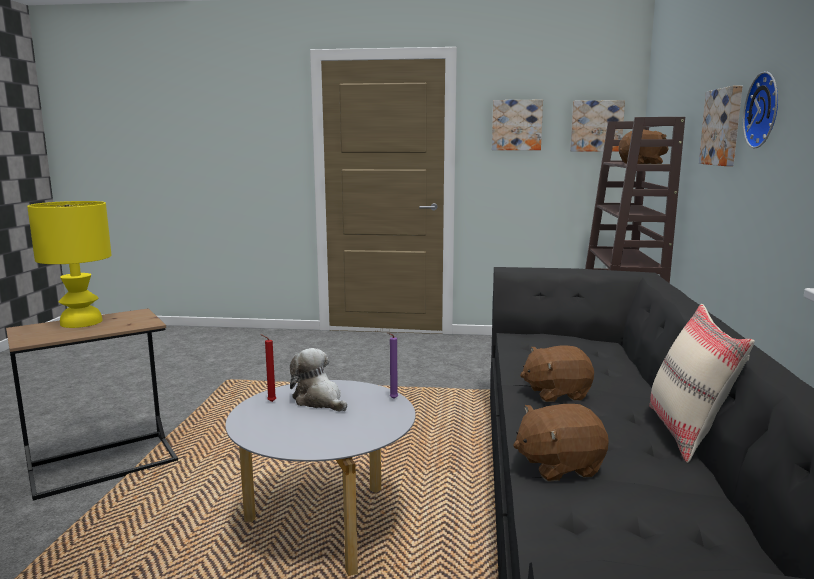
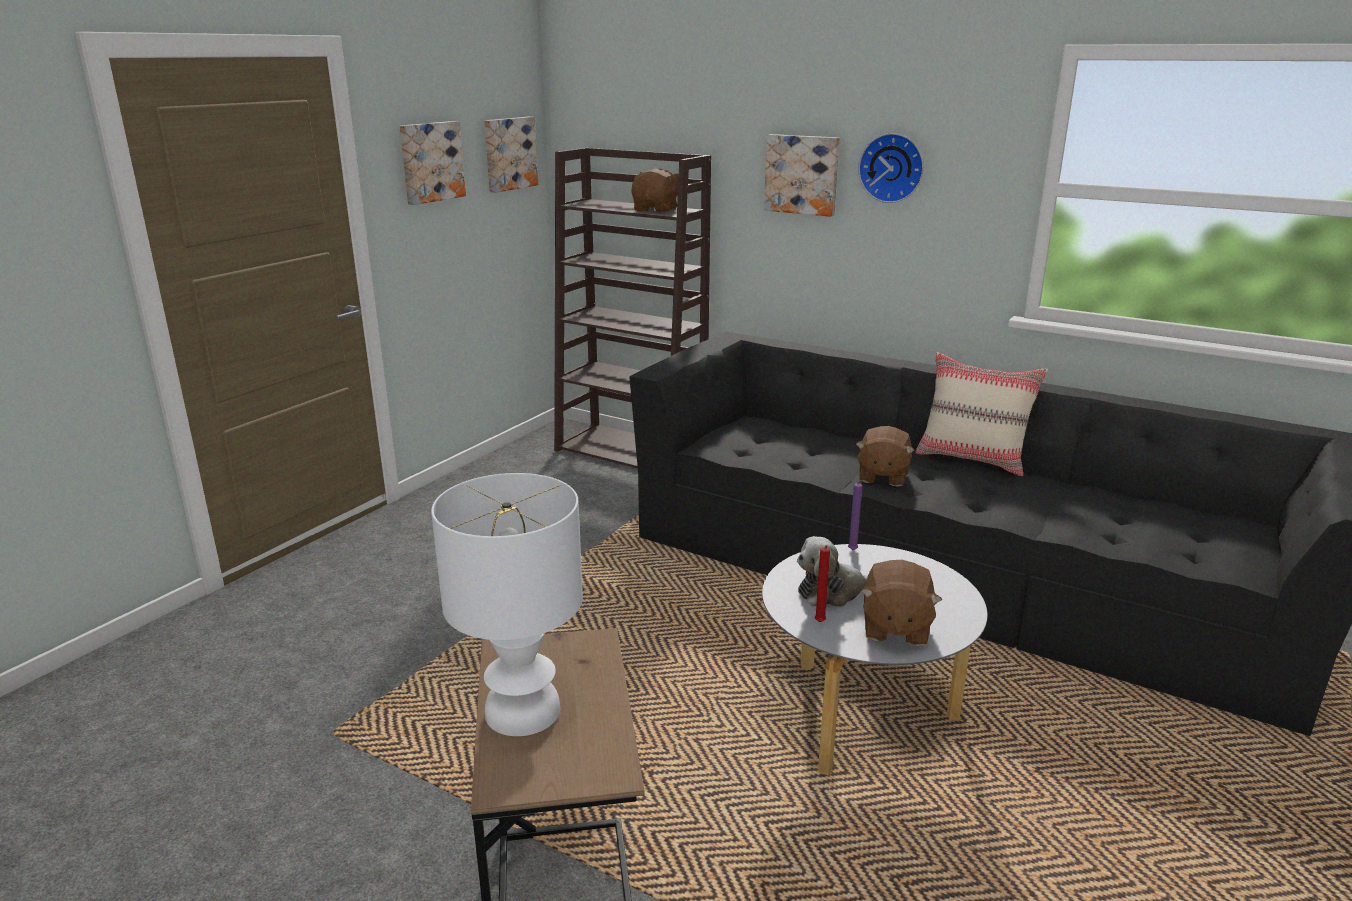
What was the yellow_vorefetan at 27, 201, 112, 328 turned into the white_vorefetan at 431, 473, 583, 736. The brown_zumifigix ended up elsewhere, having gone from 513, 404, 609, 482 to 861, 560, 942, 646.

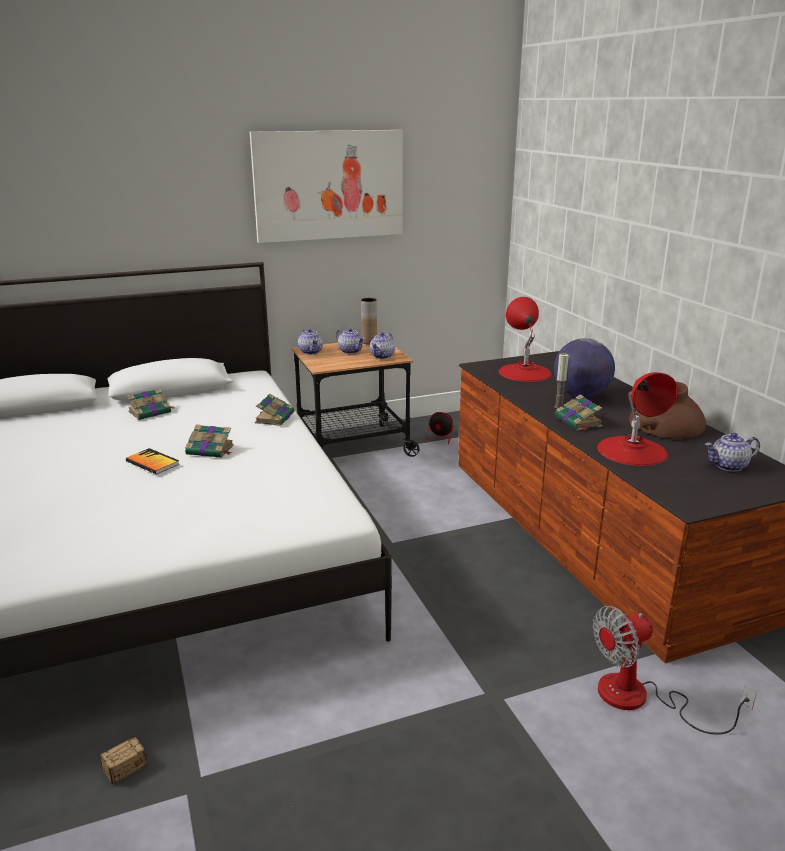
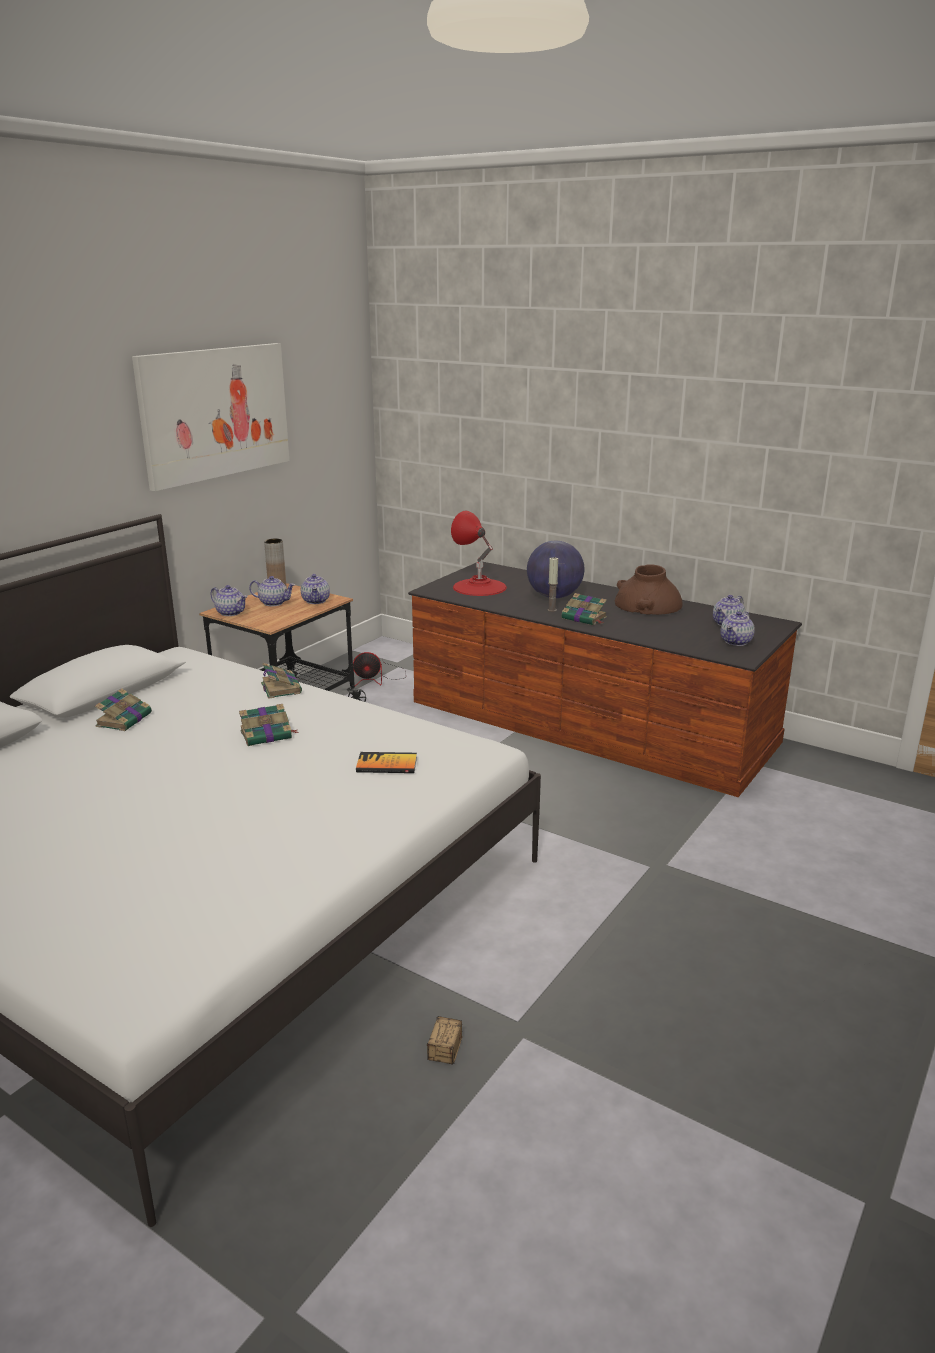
The second view lost the red_vorefetan at 597, 372, 678, 466. The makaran ended up elsewhere, having gone from 126, 448, 179, 474 to 356, 752, 417, 773. The second view lost the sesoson at 593, 606, 756, 734. The second view gained the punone at 720, 611, 755, 646.

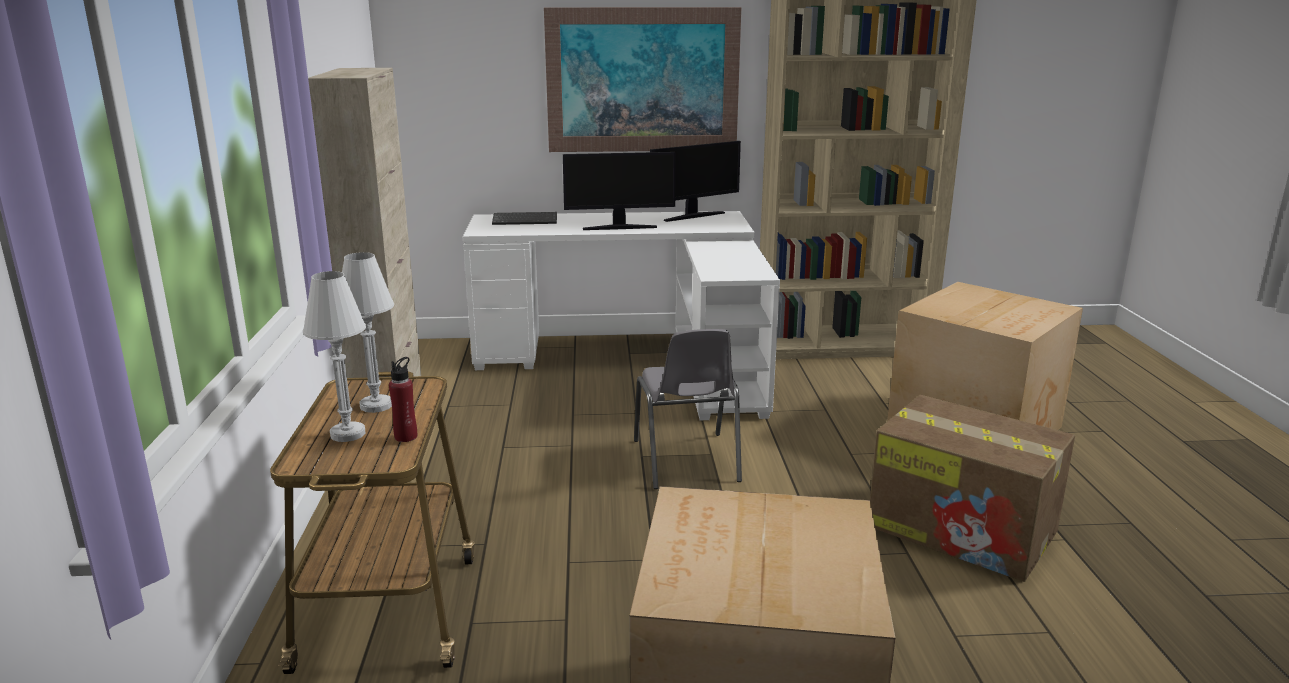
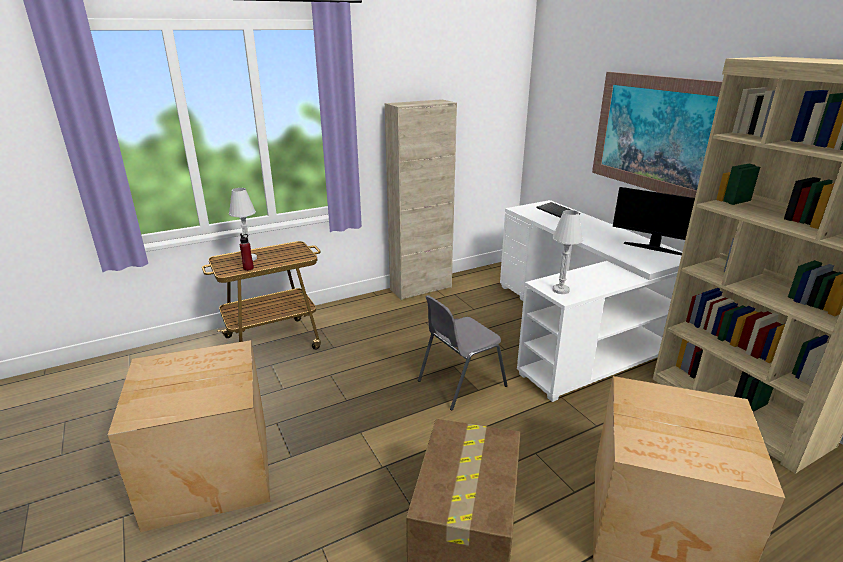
The second view lost the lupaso at 563, 152, 675, 230. The white_vorefetan ended up elsewhere, having gone from 342, 252, 394, 413 to 552, 210, 583, 294.

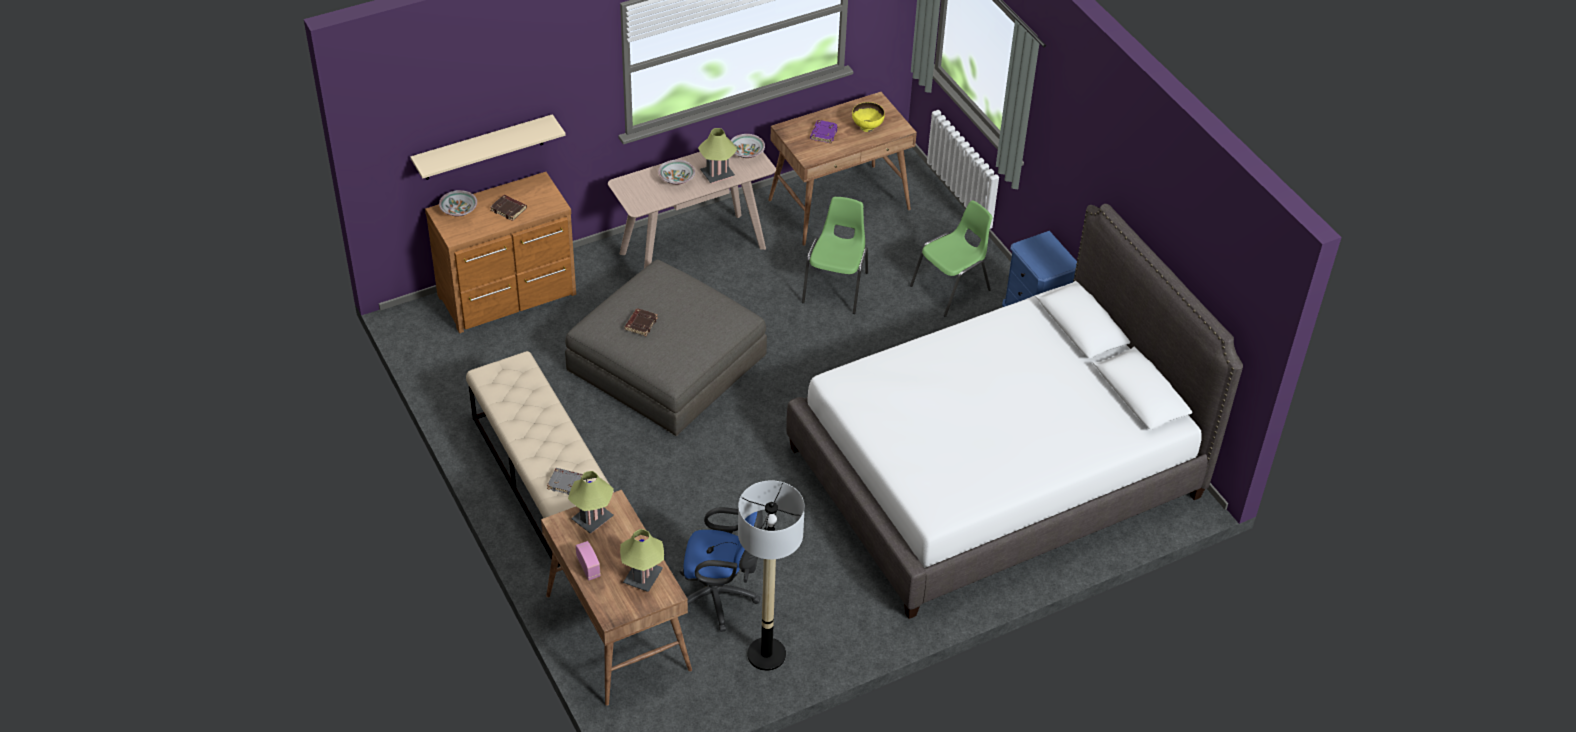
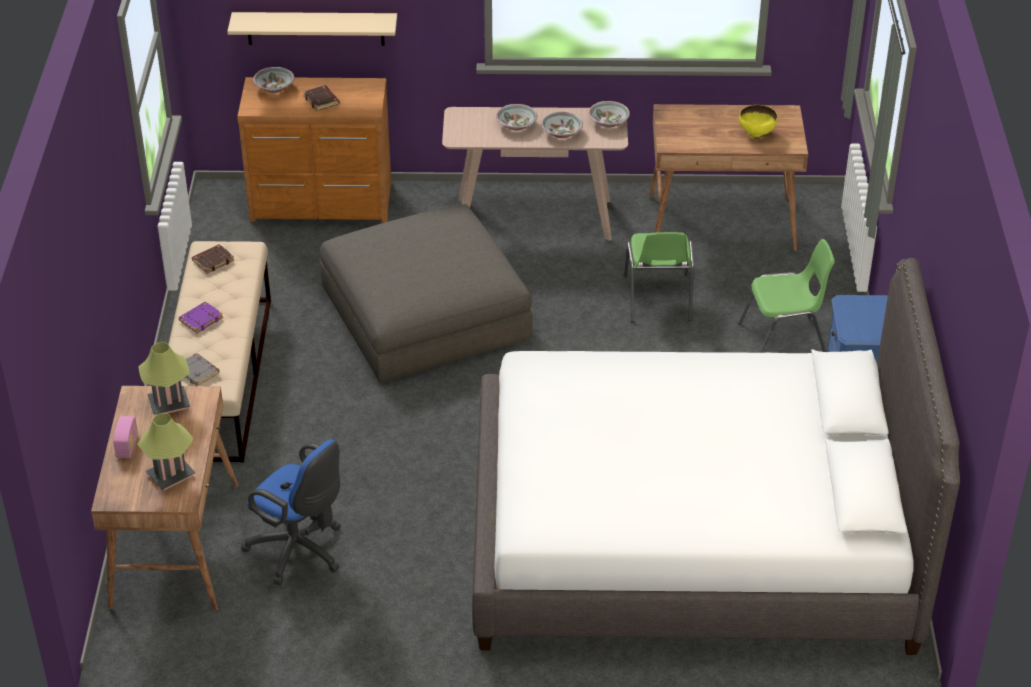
The purple_makaran ended up elsewhere, having gone from 810, 120, 838, 143 to 179, 302, 223, 333. Where the vorefetan stood at 698, 128, 737, 184, the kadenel came to stand at 541, 111, 583, 138. The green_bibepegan at 802, 197, 868, 314 ended up facing another way, 135 degrees clockwise from before. The brown_makaran ended up elsewhere, having gone from 624, 309, 658, 336 to 192, 244, 234, 274. The second view lost the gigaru at 738, 480, 805, 671.

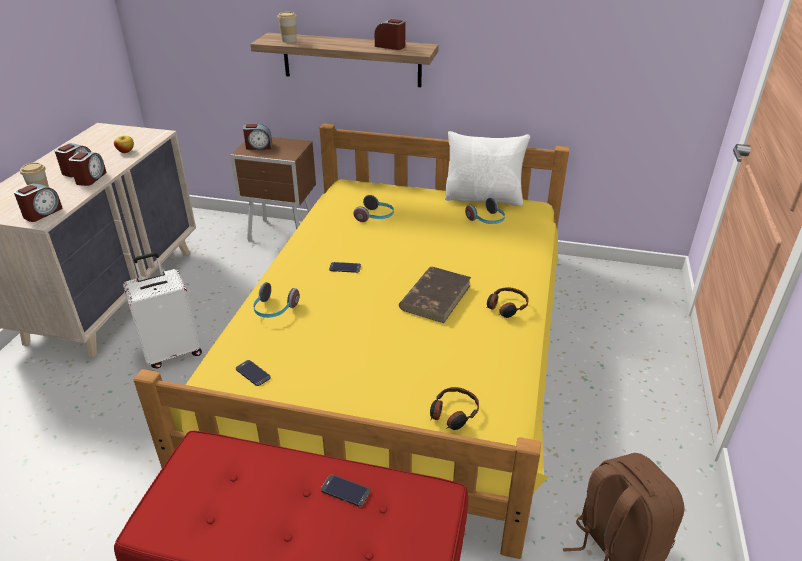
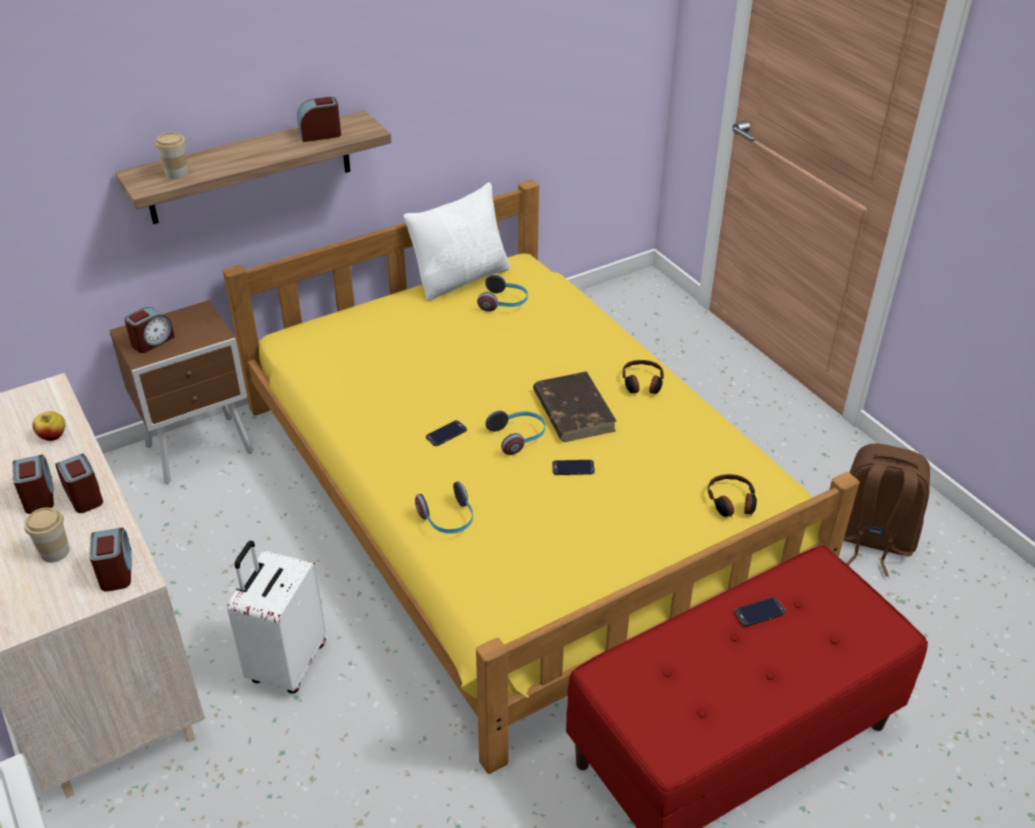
The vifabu ended up elsewhere, having gone from 353, 195, 394, 222 to 485, 411, 545, 455. The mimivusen ended up elsewhere, having gone from 236, 360, 271, 386 to 552, 460, 595, 475.

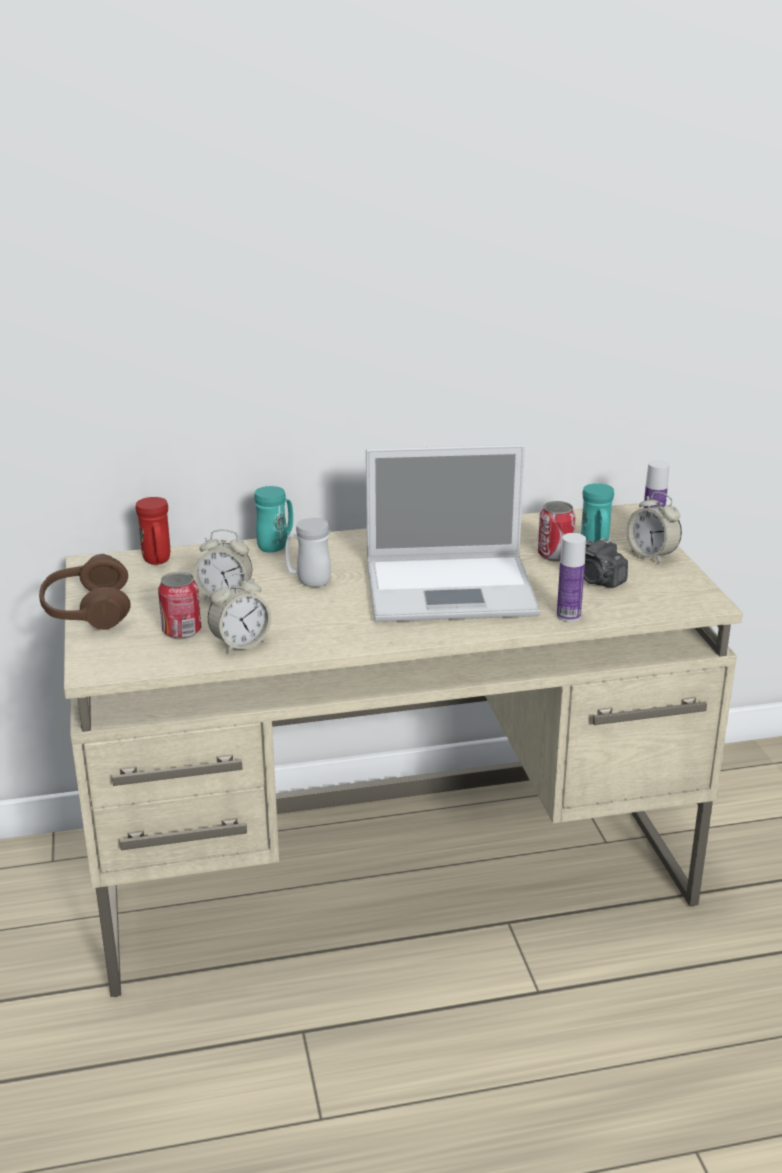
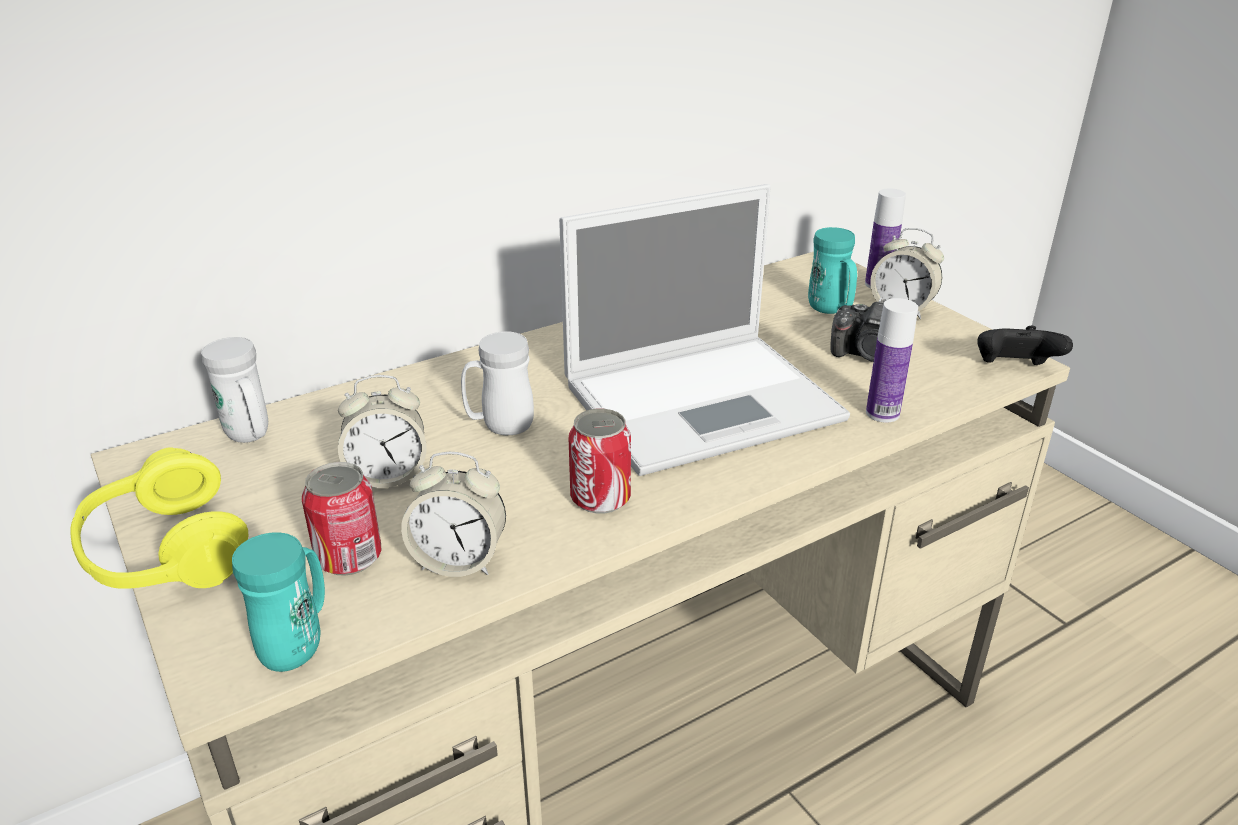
The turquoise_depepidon ended up elsewhere, having gone from 254, 486, 293, 553 to 232, 532, 325, 672. What was the red_depepidon at 136, 497, 170, 565 turned into the white_depepidon at 201, 337, 268, 443. The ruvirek ended up elsewhere, having gone from 538, 501, 576, 562 to 568, 409, 631, 514. What was the brown_vifabu at 39, 554, 131, 630 turned into the yellow_vifabu at 70, 447, 249, 589. The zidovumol at 208, 573, 271, 654 ended up facing another way, 60 degrees clockwise from before. The second view gained the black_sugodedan at 977, 326, 1073, 365.

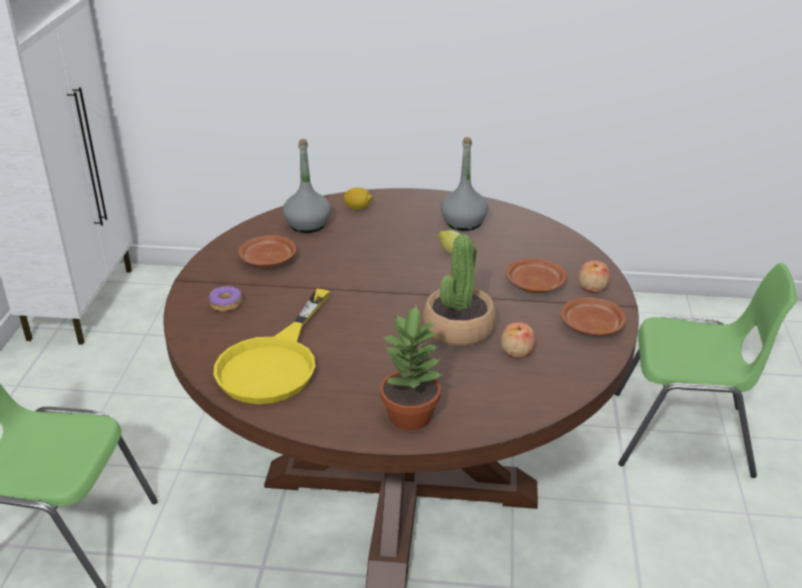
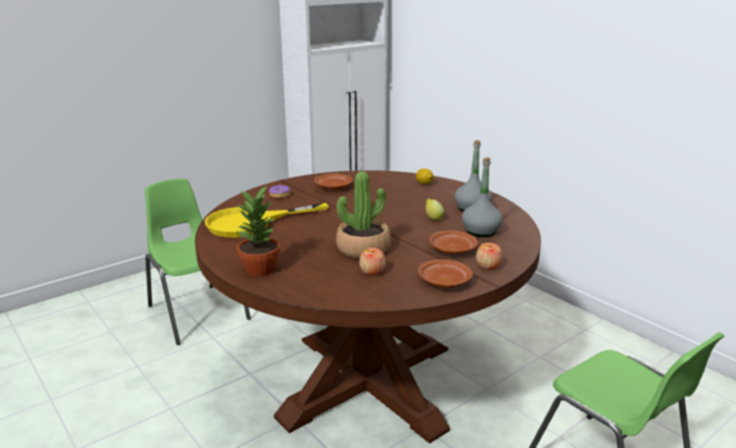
The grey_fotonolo ended up elsewhere, having gone from 283, 139, 331, 233 to 462, 157, 503, 237.

